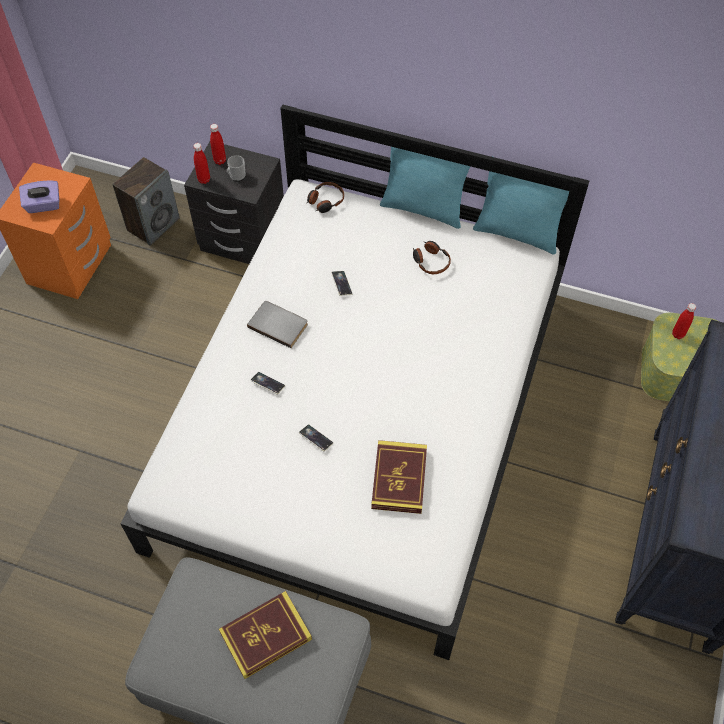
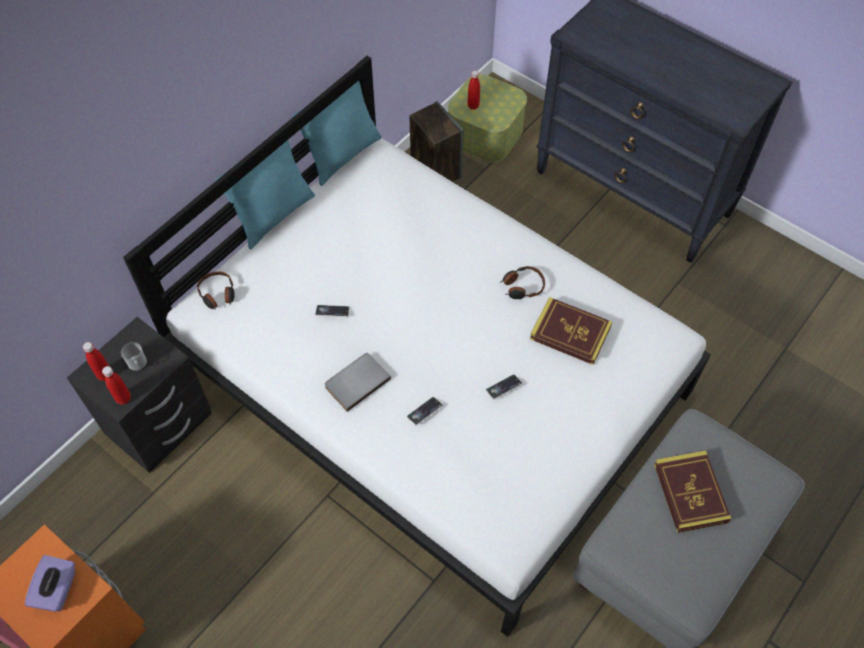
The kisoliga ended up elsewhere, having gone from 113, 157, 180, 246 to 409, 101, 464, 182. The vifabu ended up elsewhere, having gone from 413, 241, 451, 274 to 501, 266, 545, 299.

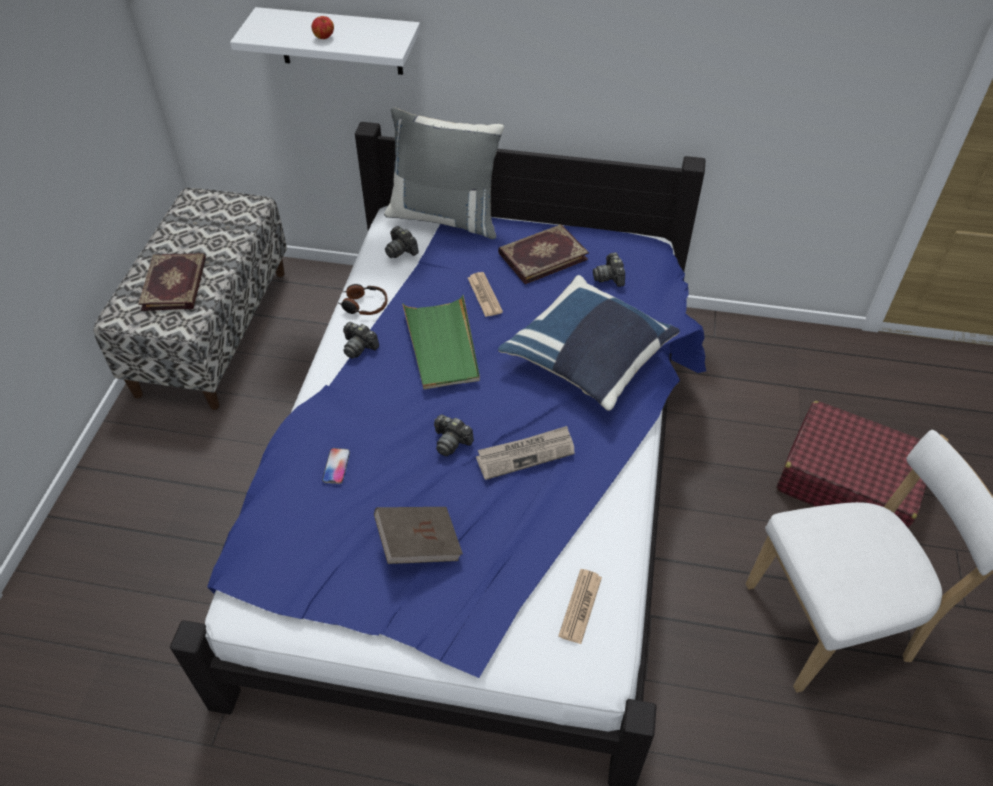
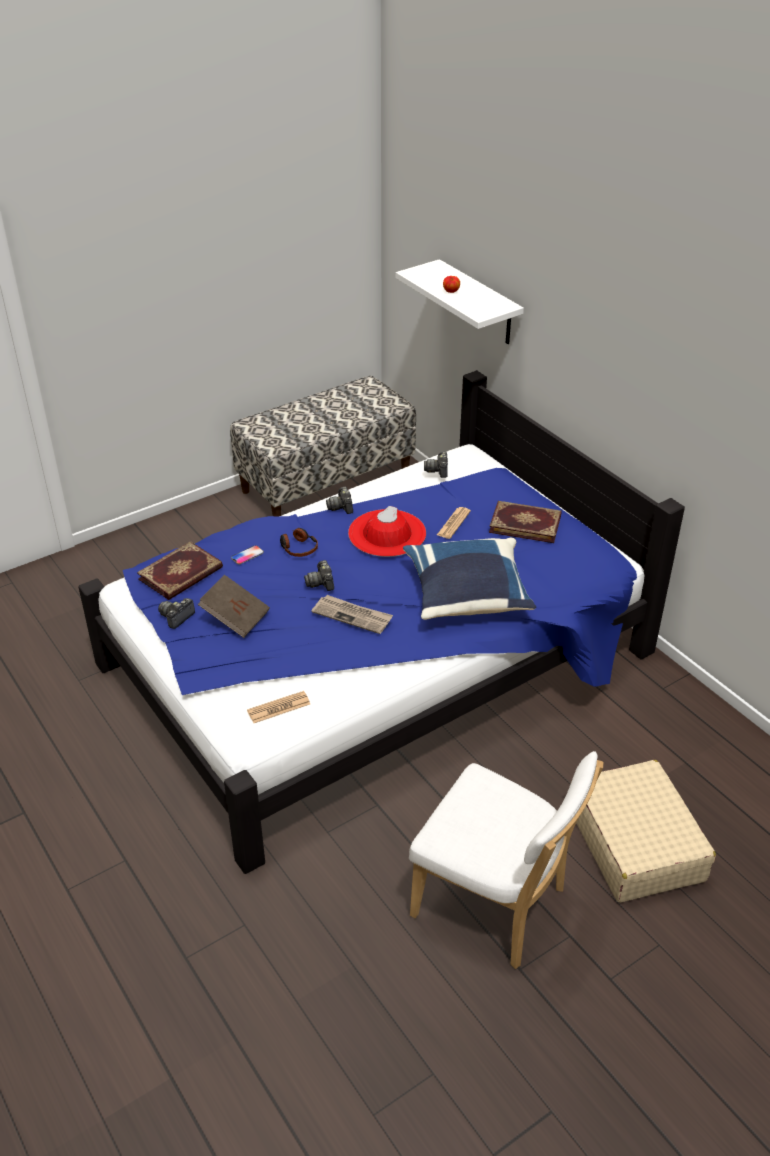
The second view lost the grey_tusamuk at 384, 107, 504, 239. The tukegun ended up elsewhere, having gone from 593, 252, 625, 287 to 158, 598, 195, 629. The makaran ended up elsewhere, having gone from 138, 253, 206, 311 to 137, 541, 223, 600. The vifabu ended up elsewhere, having gone from 339, 284, 388, 315 to 280, 528, 318, 557. Where the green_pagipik stood at 402, 295, 480, 390, the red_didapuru came to stand at 348, 506, 426, 557. What was the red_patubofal at 777, 401, 926, 529 turned into the beige_patubofal at 571, 760, 716, 903.

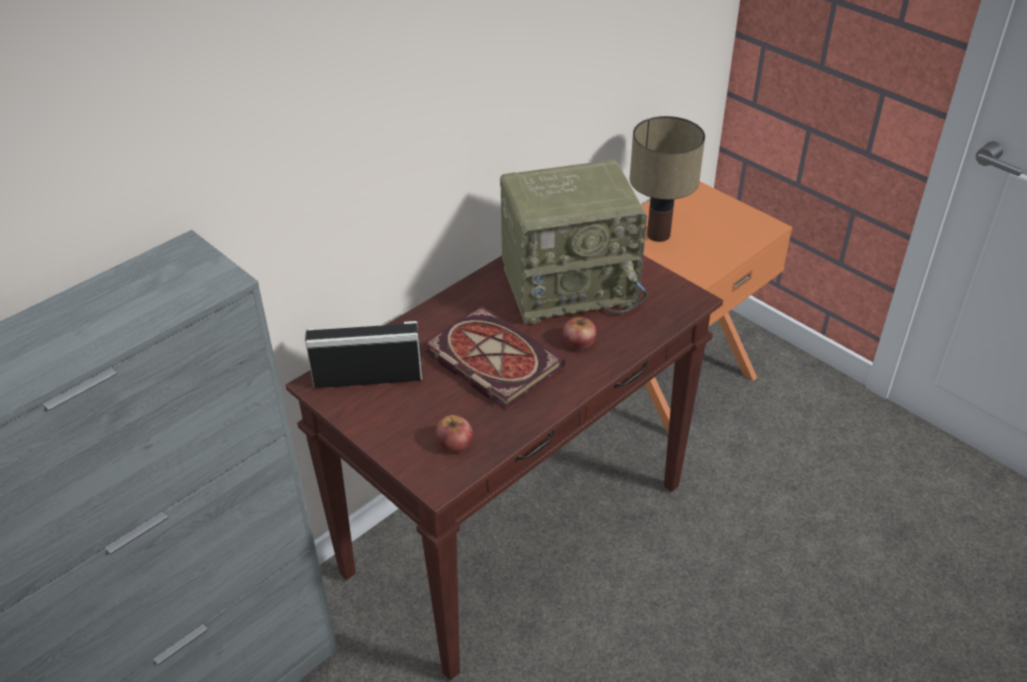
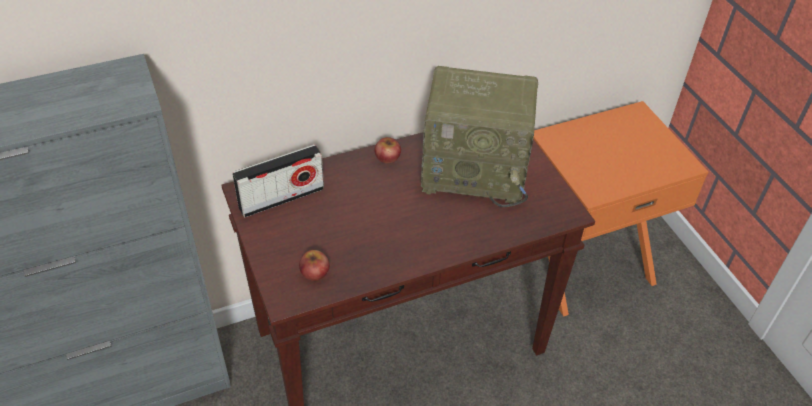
The second view lost the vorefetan at 630, 116, 705, 242. The second view lost the makaran at 425, 306, 565, 409. The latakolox ended up elsewhere, having gone from 563, 317, 597, 350 to 374, 137, 401, 163. The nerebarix at 305, 321, 422, 388 ended up facing another way, 135 degrees clockwise from before.

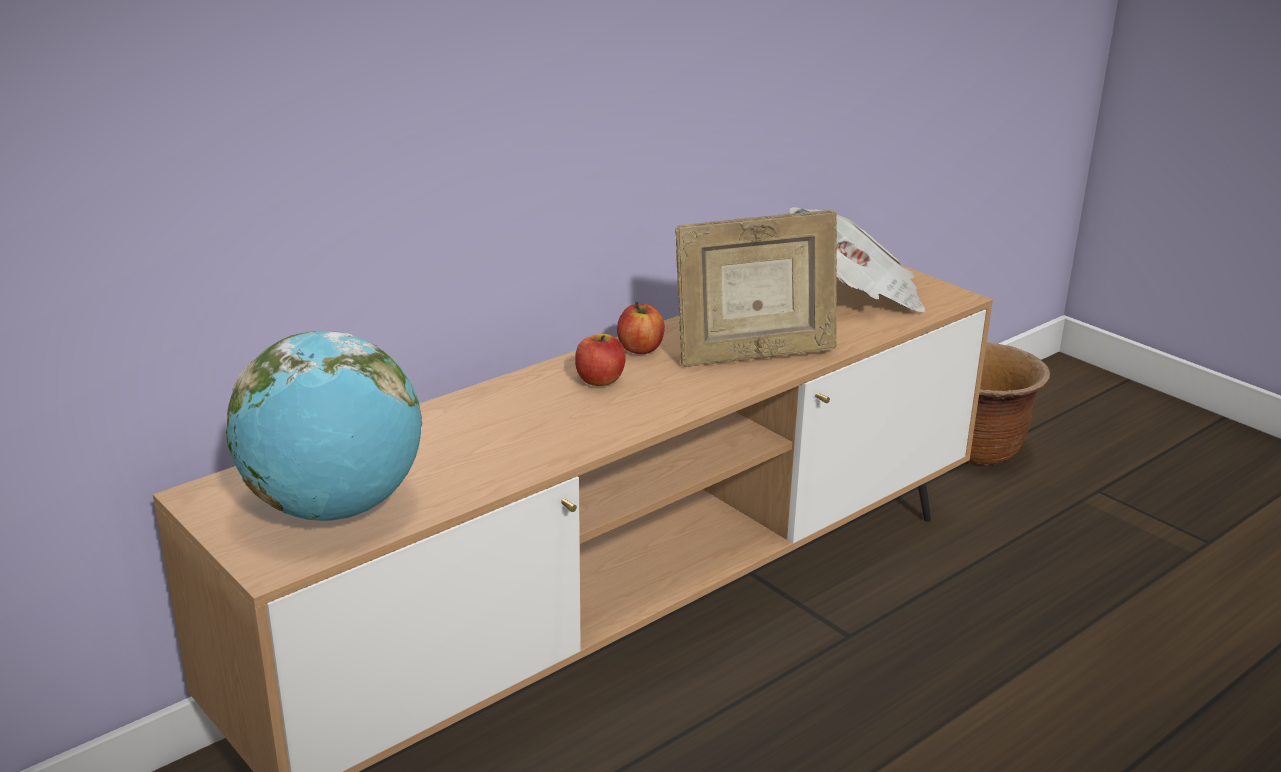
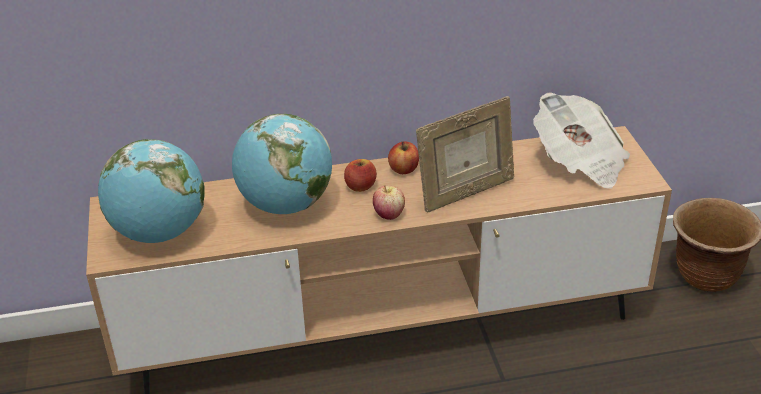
The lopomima at 675, 210, 837, 367 ended up facing another way, 45 degrees counterclockwise from before. The second view gained the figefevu at 232, 114, 332, 214. The second view gained the latakolox at 373, 185, 405, 220.

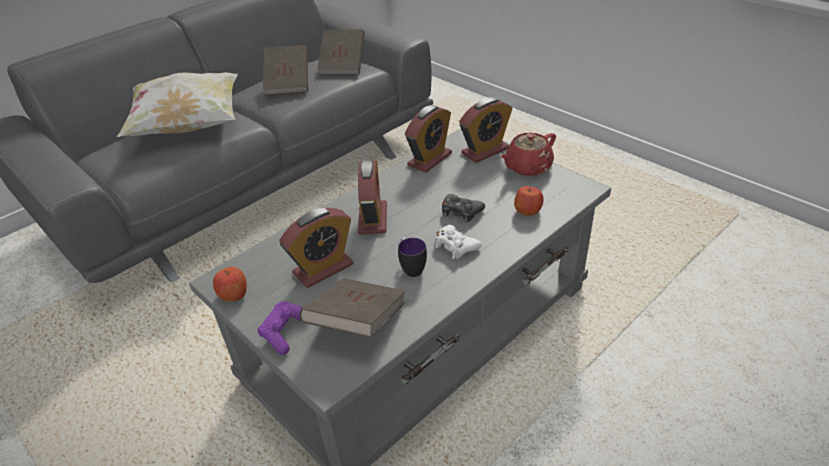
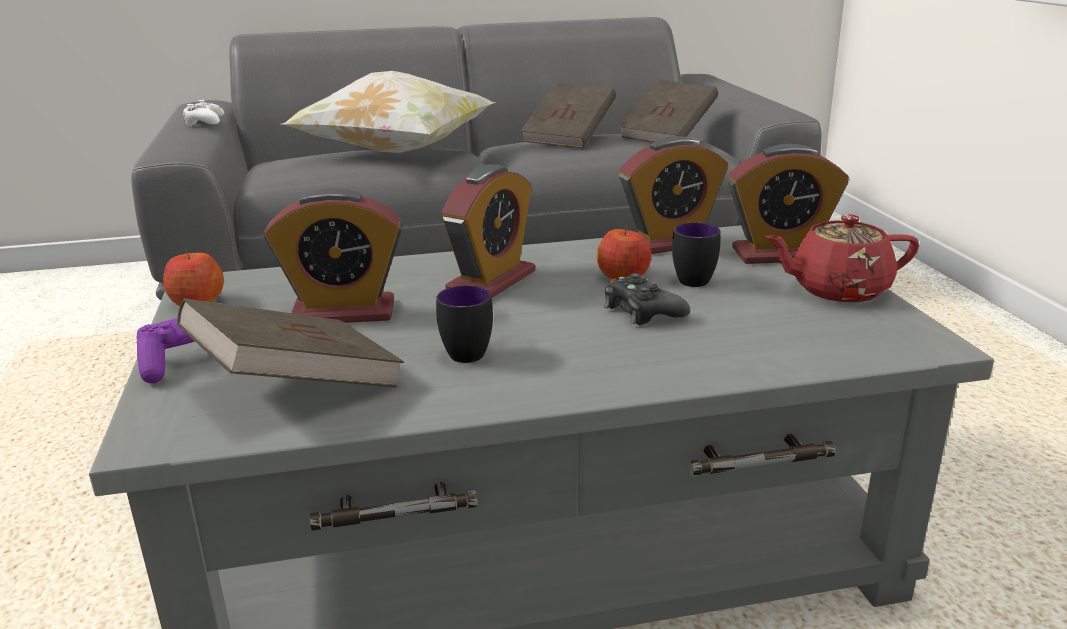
The latakolox ended up elsewhere, having gone from 514, 186, 544, 216 to 597, 226, 651, 280. The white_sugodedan ended up elsewhere, having gone from 435, 225, 481, 259 to 183, 100, 224, 126. The second view gained the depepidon at 672, 223, 721, 287.

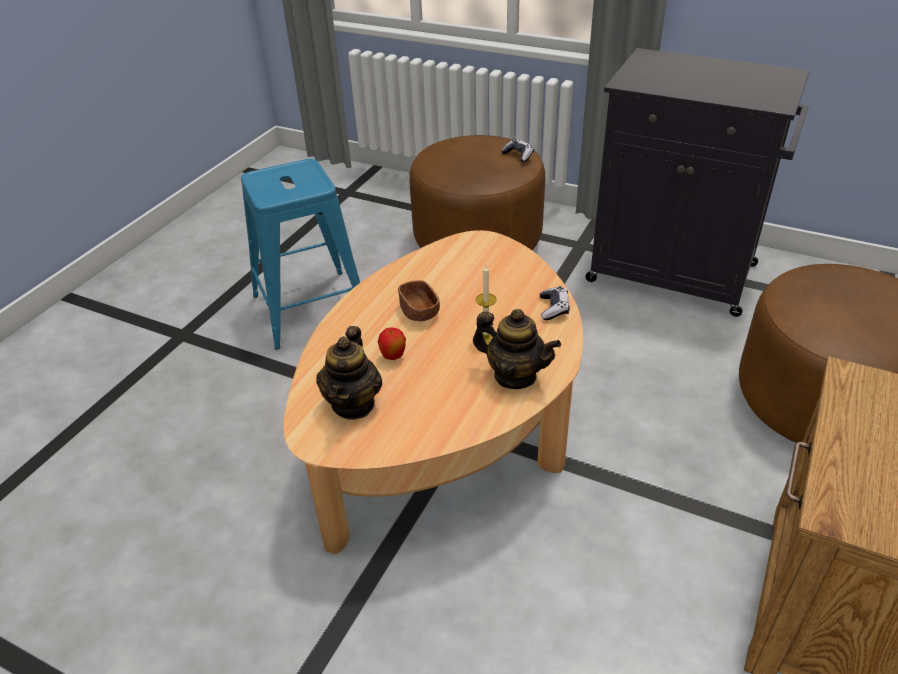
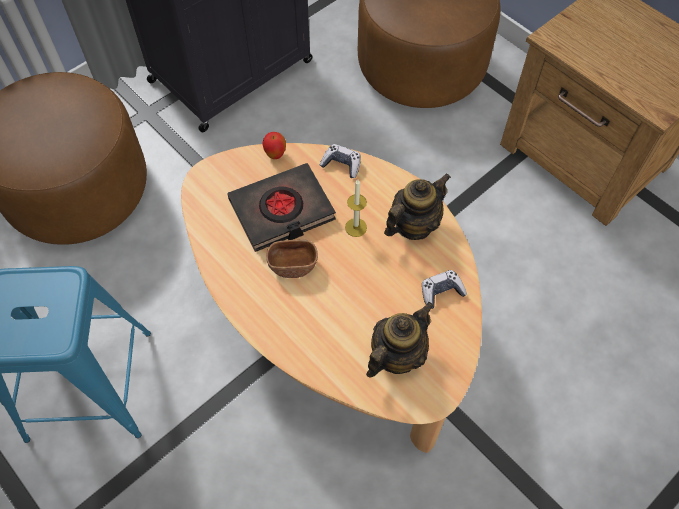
The sugodedan ended up elsewhere, having gone from 501, 139, 535, 162 to 422, 270, 467, 309. The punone at 316, 326, 382, 419 ended up facing another way, 75 degrees counterclockwise from before. The latakolox ended up elsewhere, having gone from 378, 327, 406, 360 to 262, 132, 286, 159. The second view gained the black_makaran at 227, 163, 336, 252.

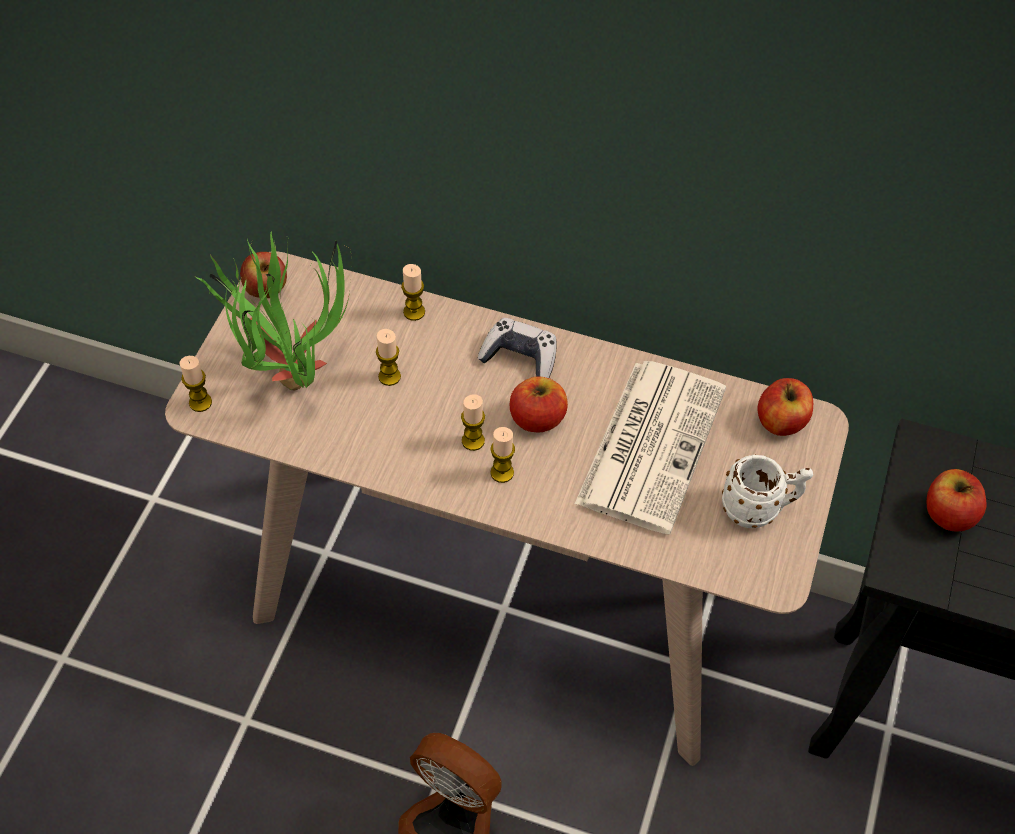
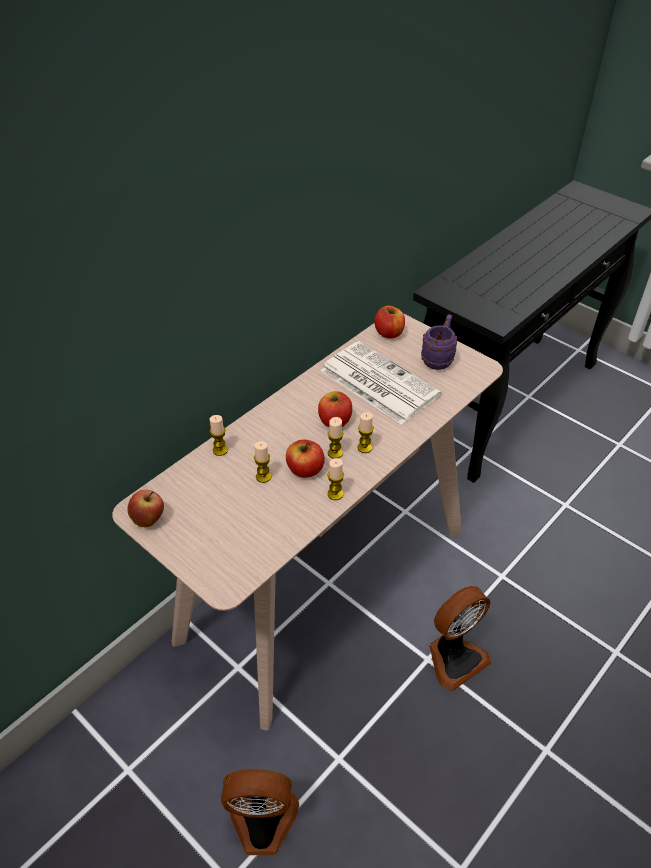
The second view lost the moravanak at 195, 231, 352, 390. The second view lost the sugodedan at 478, 318, 556, 378. The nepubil ended up elsewhere, having gone from 179, 356, 212, 412 to 328, 458, 344, 500. What was the white_depepidon at 722, 454, 813, 528 turned into the purple_depepidon at 421, 314, 457, 370. The latakolox ended up elsewhere, having gone from 927, 469, 987, 532 to 286, 440, 325, 478. The second view gained the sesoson at 221, 769, 299, 855.

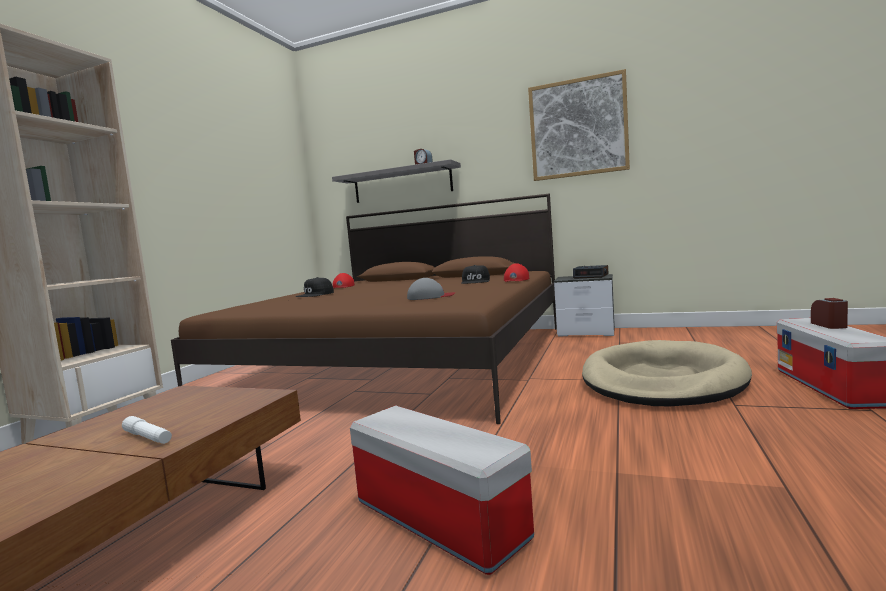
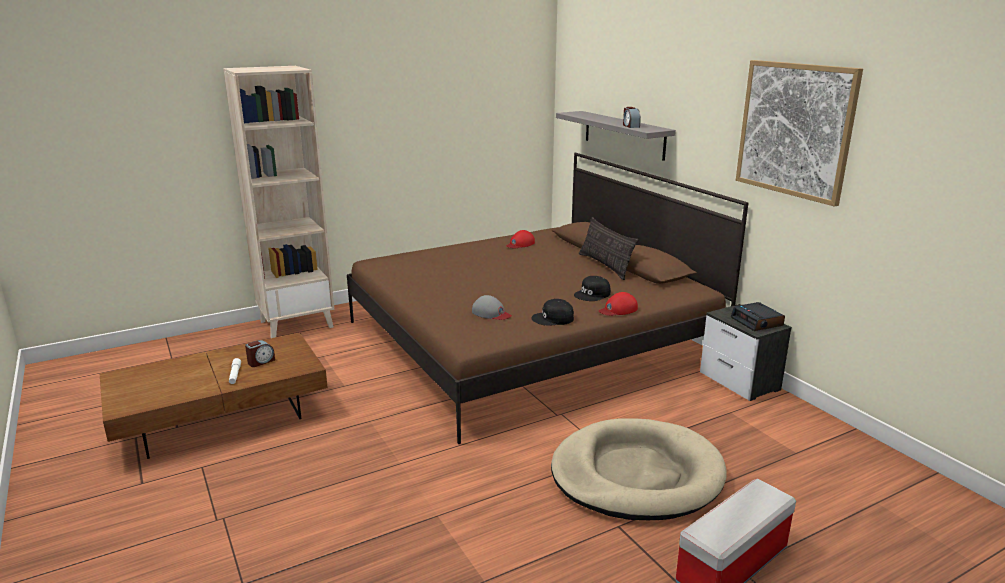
The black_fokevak ended up elsewhere, having gone from 296, 277, 334, 297 to 531, 299, 574, 326. The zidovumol ended up elsewhere, having gone from 811, 298, 848, 329 to 245, 340, 275, 367. The second view lost the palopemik at 350, 405, 534, 575. The second view gained the tusamuk at 579, 217, 639, 280.

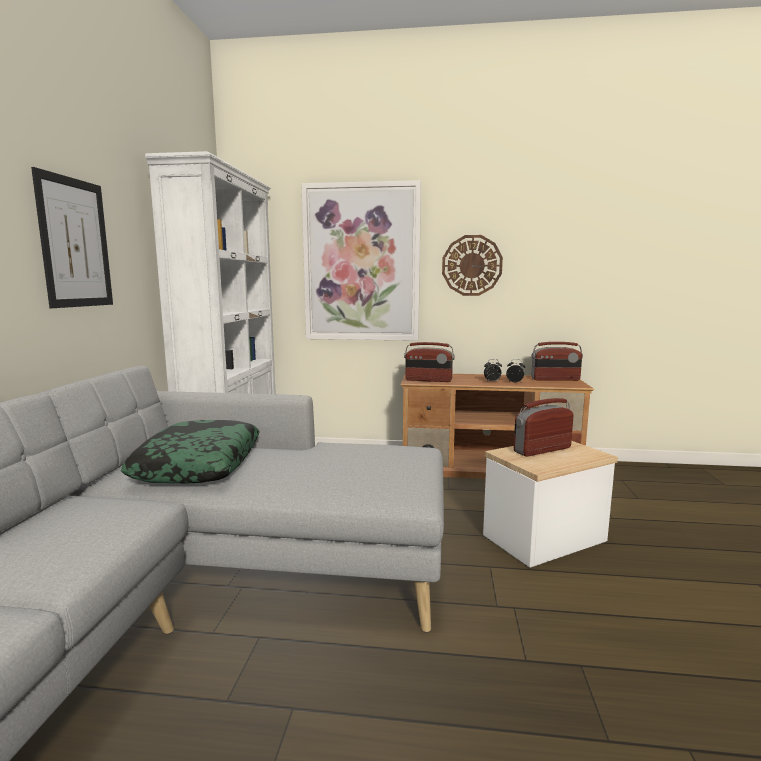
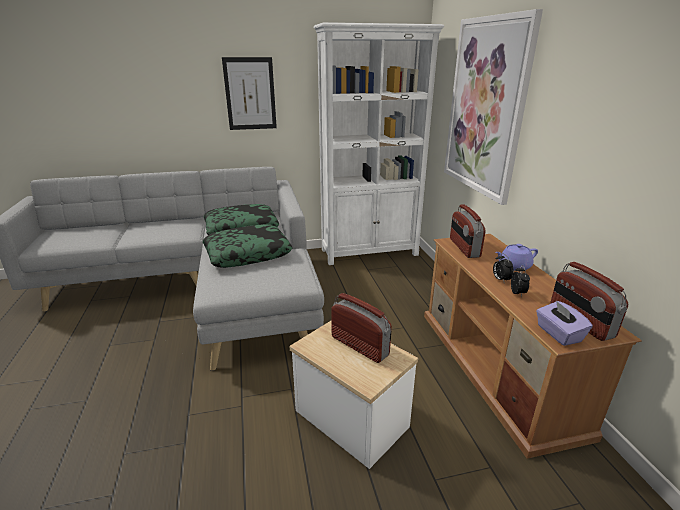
The second view lost the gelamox at 442, 235, 503, 296. The second view gained the tusamuk at 203, 224, 292, 268. The second view gained the purple_punone at 495, 244, 538, 271. The second view gained the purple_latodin at 536, 300, 593, 346.

